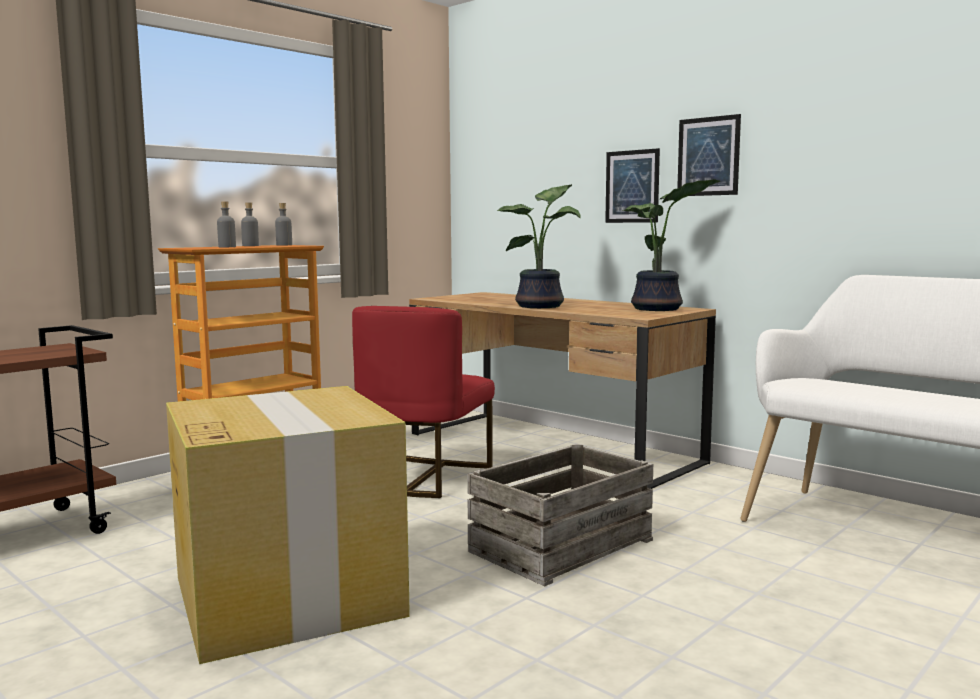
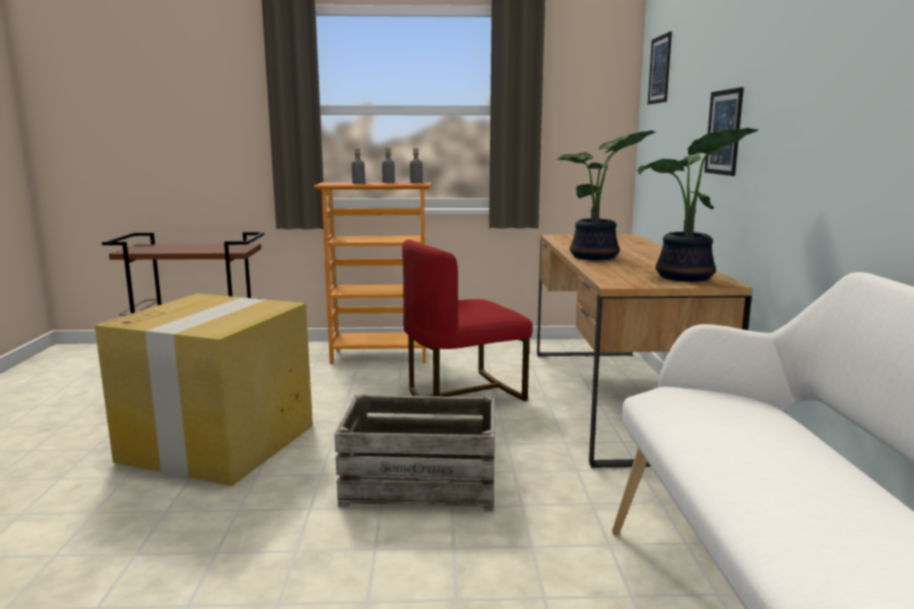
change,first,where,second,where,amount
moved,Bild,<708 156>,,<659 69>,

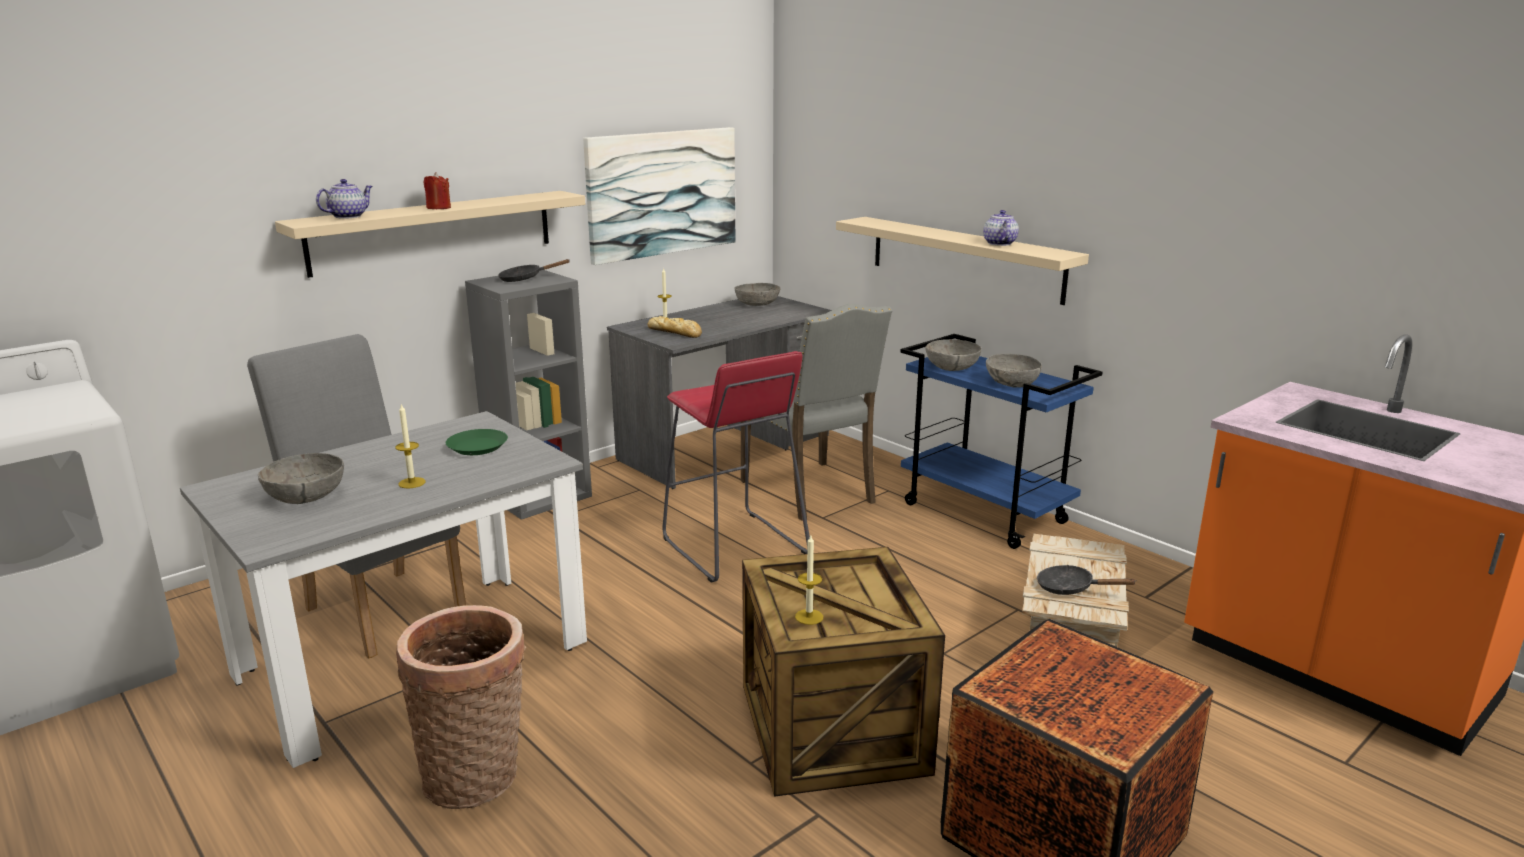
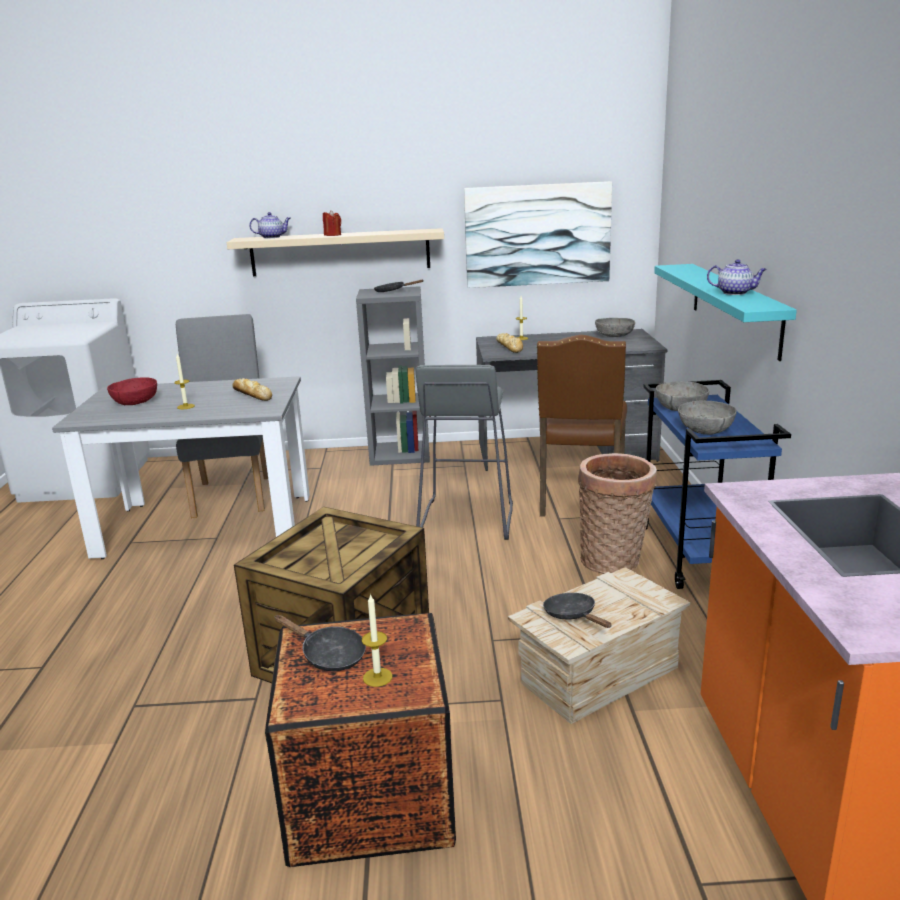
change,first,where,second,where,amount
recoloured,Schüssel/grau,<305 495>,Schüssel/rot,<135 402>,
moved,Korb,<477 775>,,<614 561>,
replaced,Teller/grün,<476 447>,Brot,<251 395>,
recoloured,Hocker/rot,<734 547>,Hocker/grau,<465 519>,
recoloured,Stuhl/grau,<811 492>,Stuhl/braun,<579 498>,
moved,Kerze,<809 617>,,<377 677>,
recoloured,Wandregal/beige,<964 258>,Wandregal/türkis,<734 307>,
turned,Teekanne,<999 243>,,<735 293>,75 degrees clockwise
added,,,Pfanne/schwarz,<328 655>,

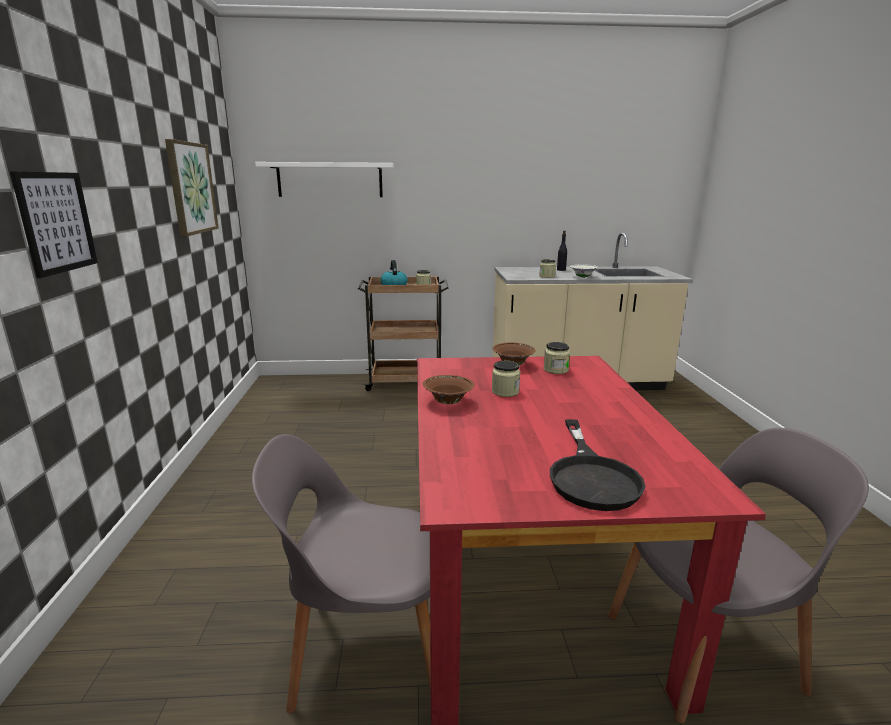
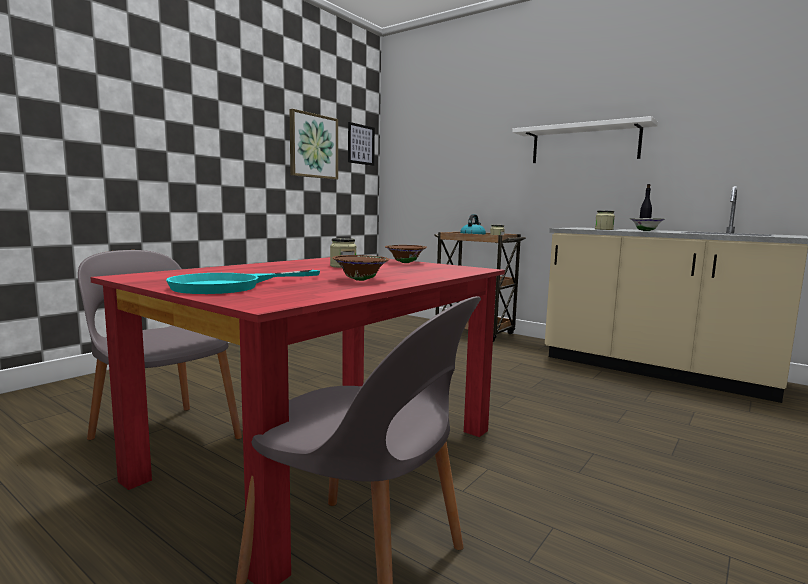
change,first,where,second,where,amount
moved,Bild,<56 222>,,<361 144>,
moved,Wandregal/weiß,<330 180>,,<584 144>,
moved,Schüssel/braun,<448 402>,,<360 280>,
removed,Vorratsglas,<555 370>,,,
recoloured,Pfanne/schwarz,<591 476>,Pfanne/türkis,<231 286>,

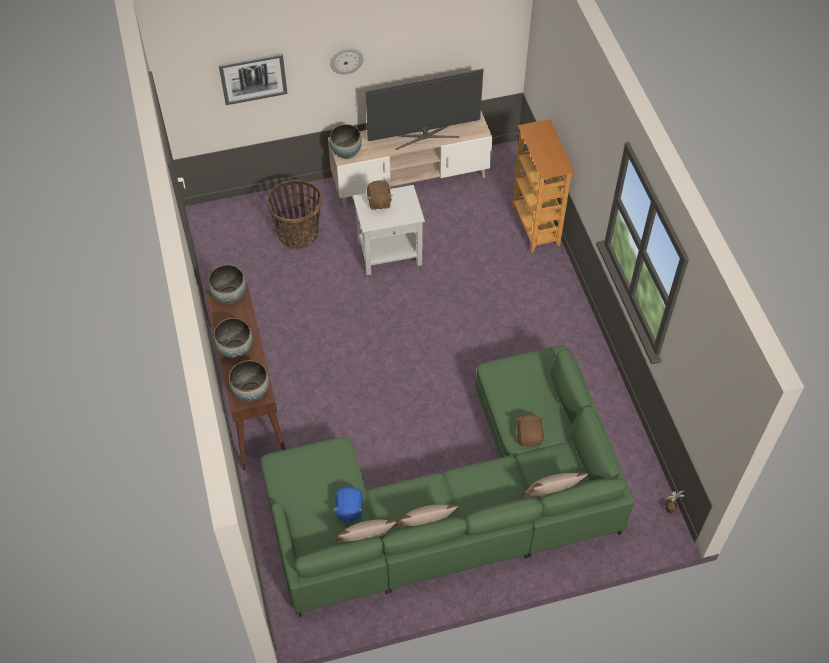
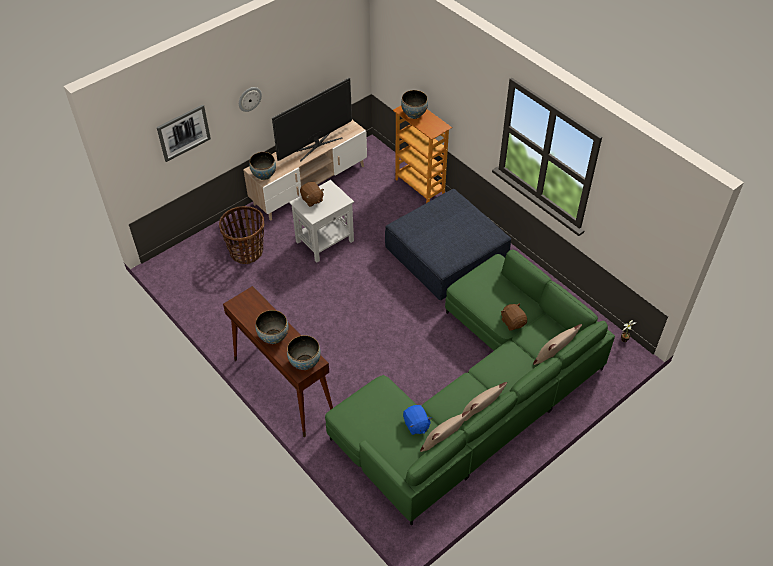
change,first,where,second,where,amount
moved,Schüssel,<229 296>,,<414 114>,
added,,,Polsterhocker/blau,<446 255>,

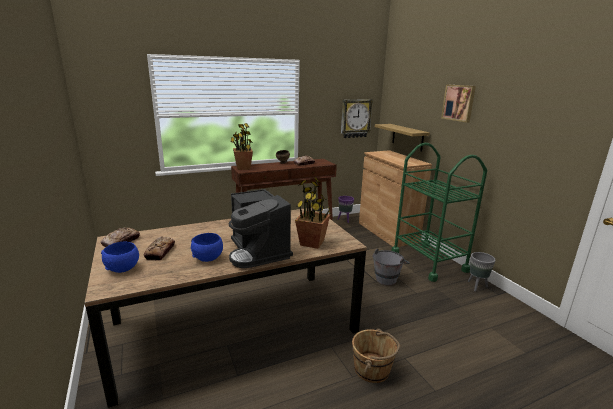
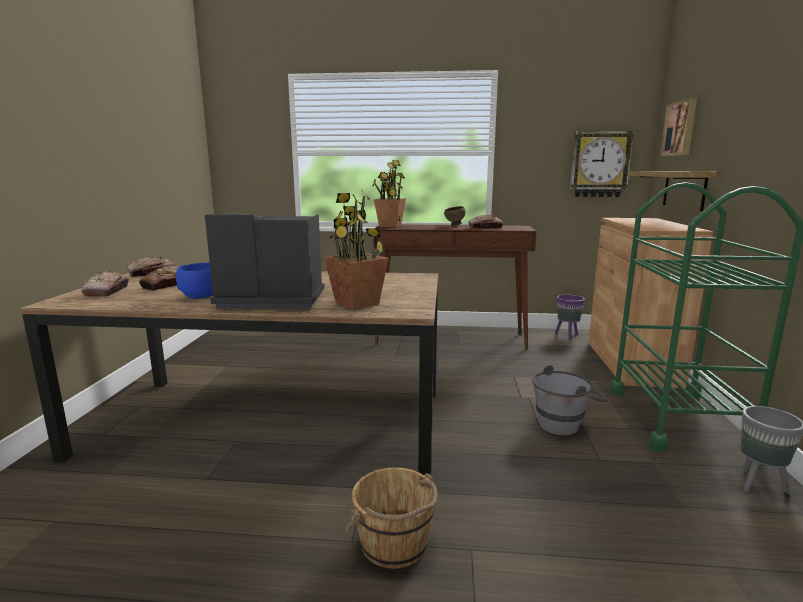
change,first,where,second,where,amount
replaced,Schüssel/blau,<123 268>,Brot,<107 291>,
turned,Kaffeemaschine,<258 252>,,<269 300>,90 degrees clockwise
moved,Bild,<459 102>,,<680 128>,

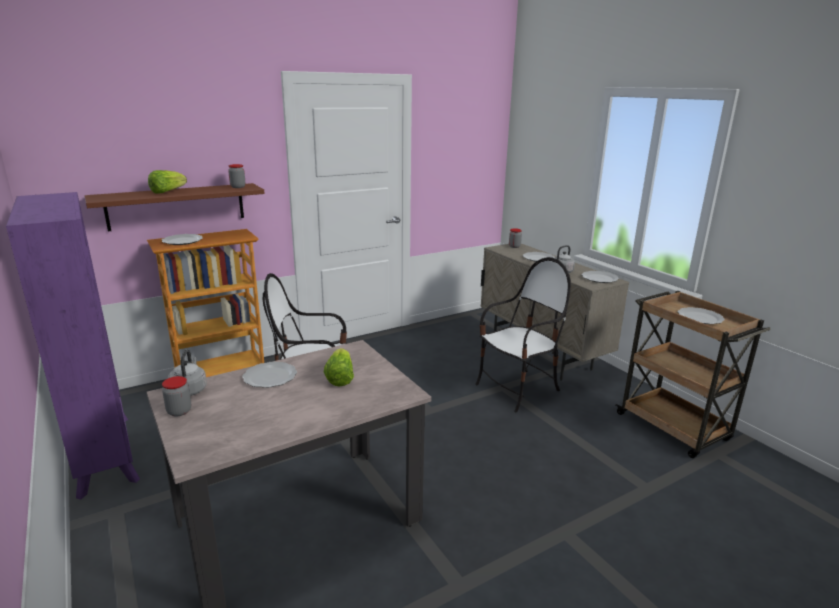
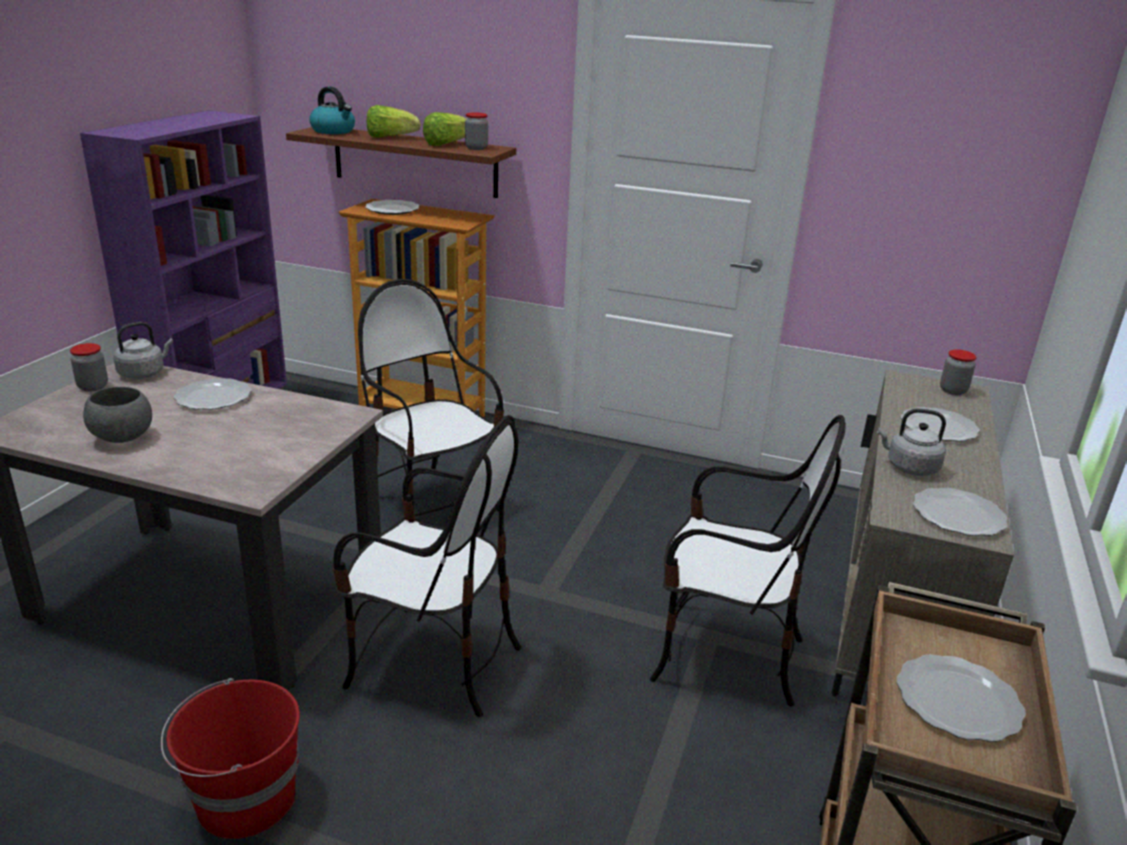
change,first,where,second,where,amount
moved,Salatkopf,<340 378>,,<446 144>,
added,,,Schüssel/grau,<122 438>,
added,,,Eimer/rot,<243 800>,
added,,,Wasserkessel,<334 131>,
added,,,Stuhl,<433 663>,

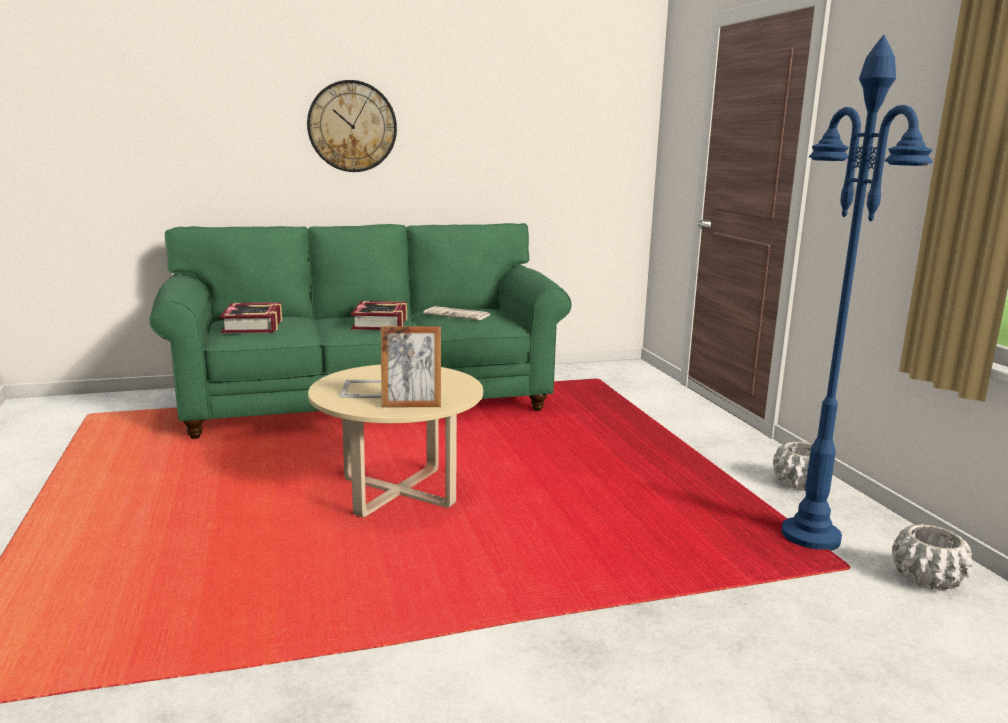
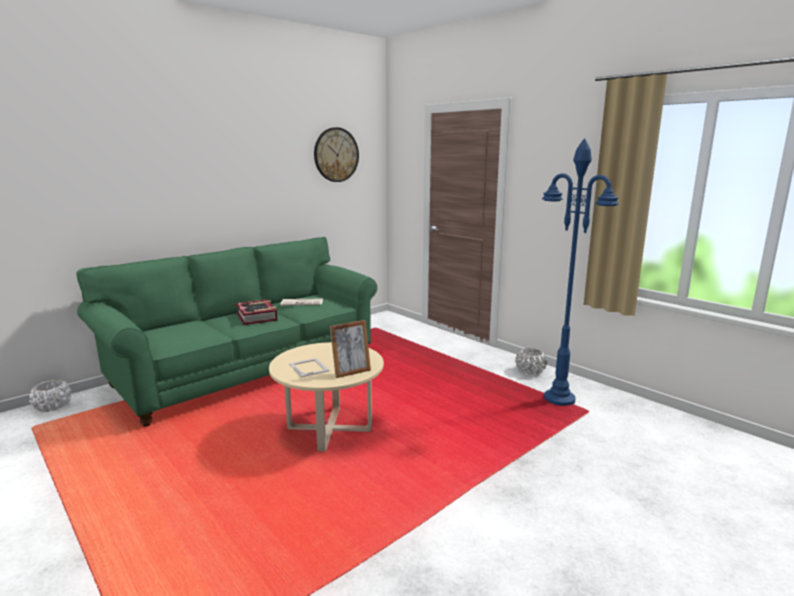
change,first,where,second,where,amount
removed,Buch,<253 325>,,,
moved,Wanduhr,<352 126>,,<336 155>,
moved,Pflanzkübel/weiß,<927 579>,,<53 407>,

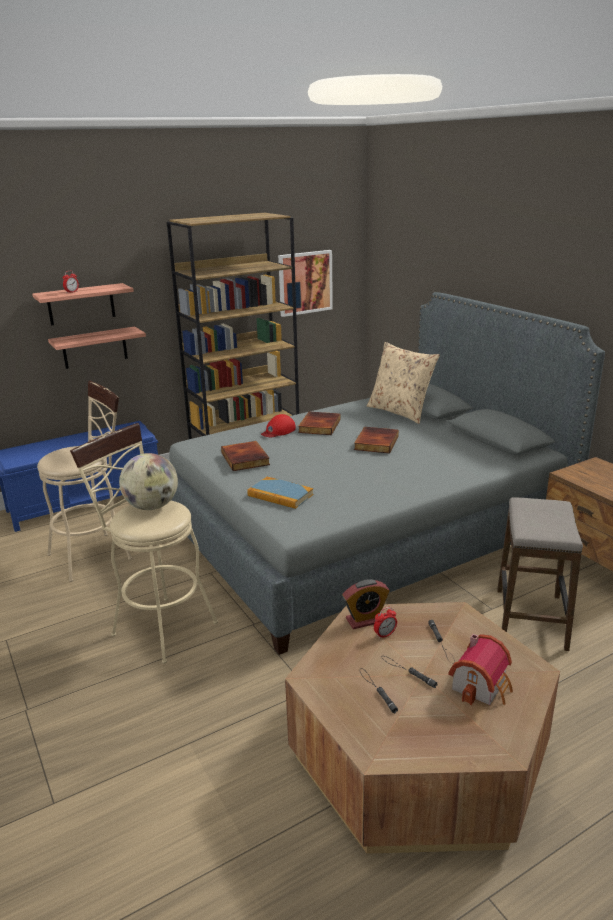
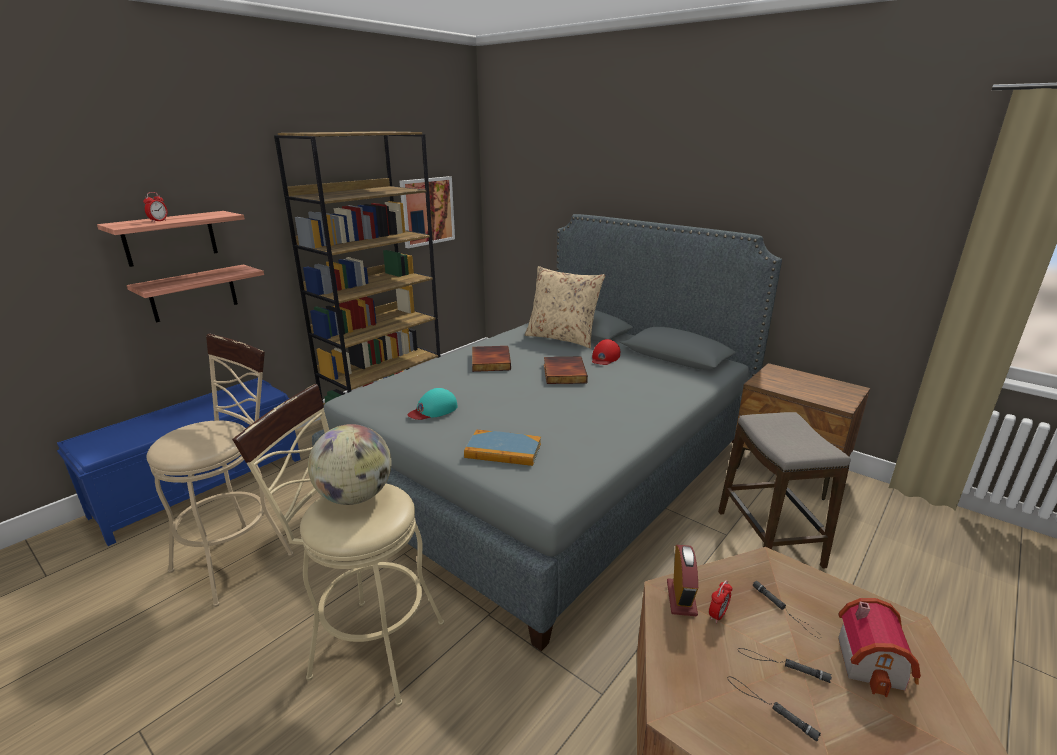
change,first,where,second,where,amount
replaced,Buch,<246 459>,Kappe/türkis,<433 410>,
moved,Kappe/rot,<278 431>,,<605 357>,
turned,Wecker,<365 620>,,<681 598>,45 degrees counterclockwise

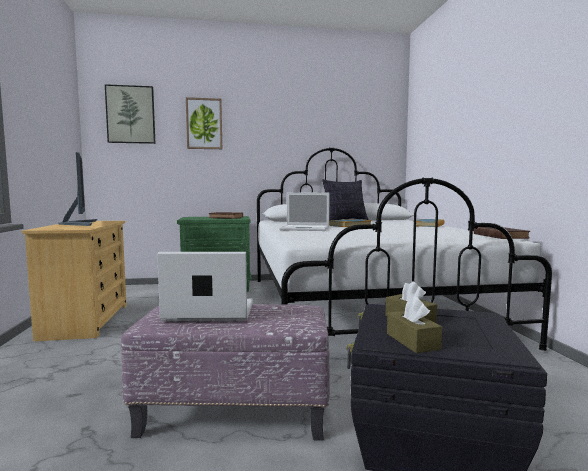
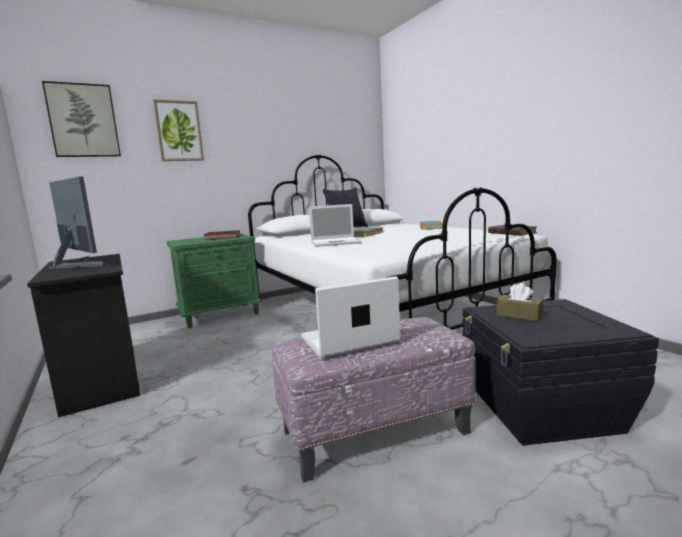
change,first,where,second,where,amount
recoloured,Kommode/beige,<86 321>,Kommode/schwarz,<102 379>,
removed,Taschentuchbox/braun,<412 341>,,,

